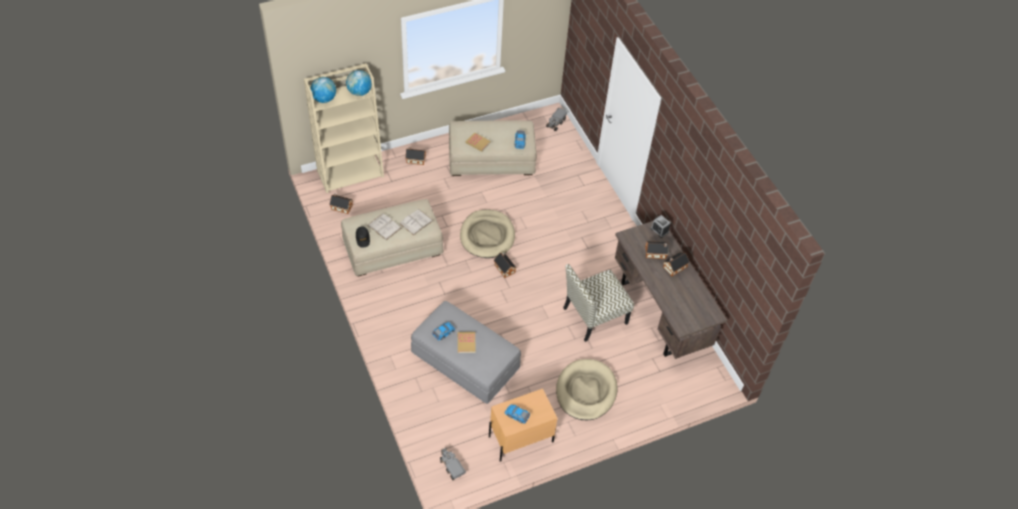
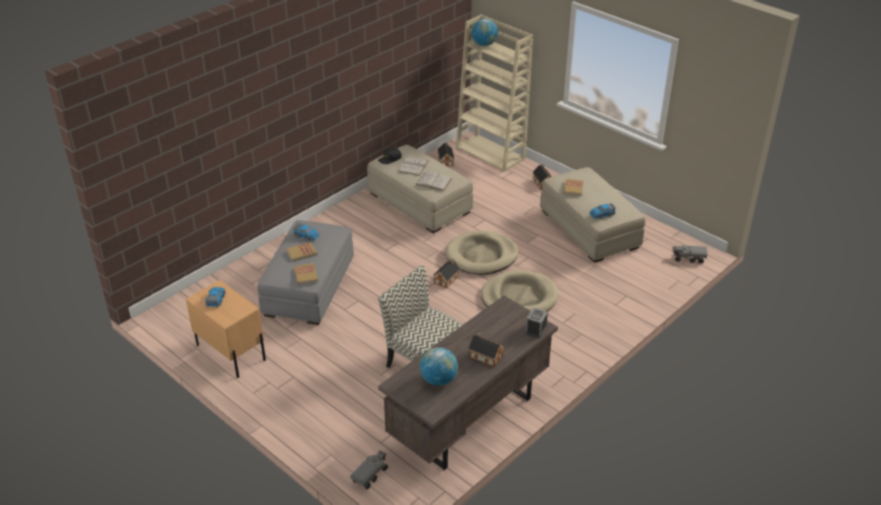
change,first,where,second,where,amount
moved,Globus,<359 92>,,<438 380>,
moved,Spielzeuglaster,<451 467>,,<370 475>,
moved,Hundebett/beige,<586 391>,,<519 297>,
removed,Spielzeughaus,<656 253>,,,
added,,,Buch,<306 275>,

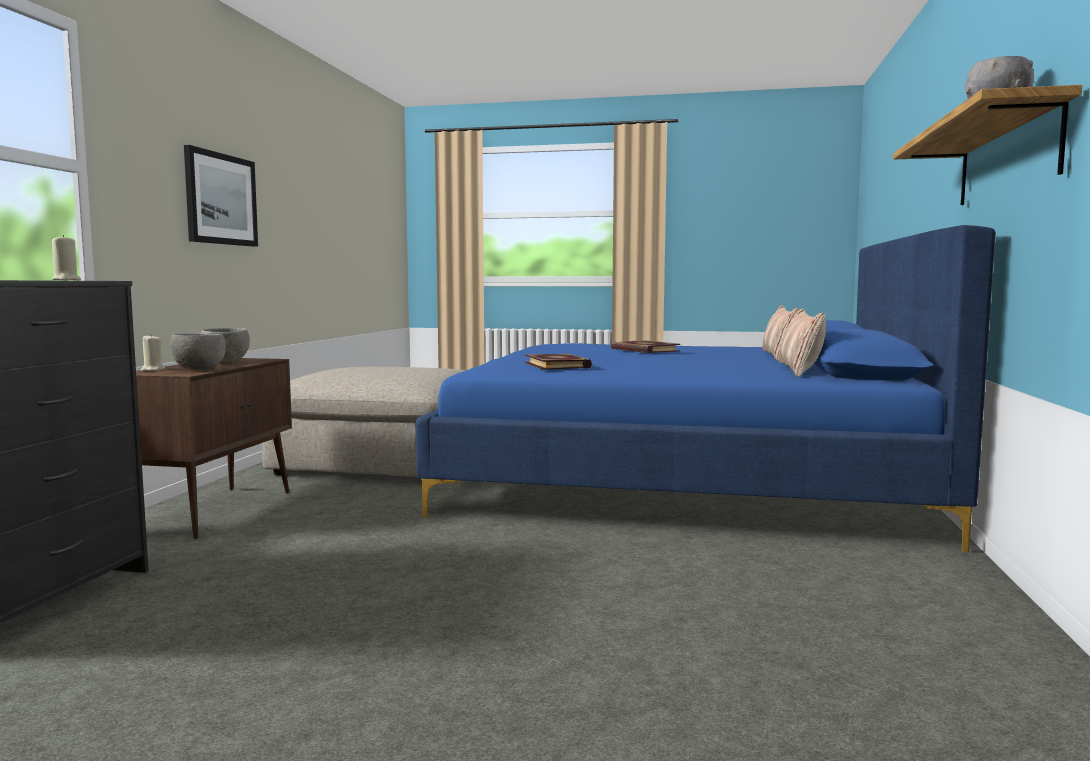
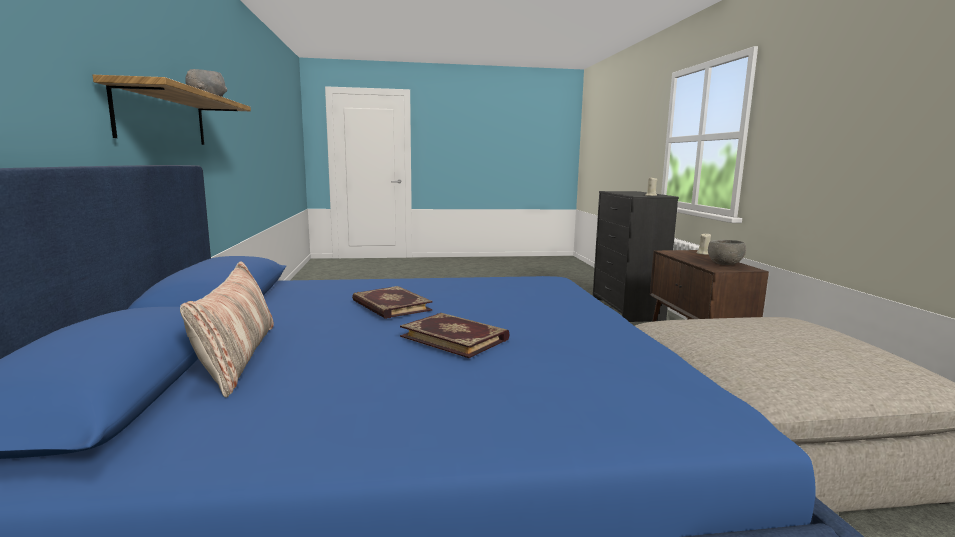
change,first,where,second,where,amount
removed,Schüssel/grau,<200 369>,,,
removed,Bild,<221 199>,,,
moved,Buch,<558 365>,,<390 306>,
removed,Kissen,<800 369>,,,

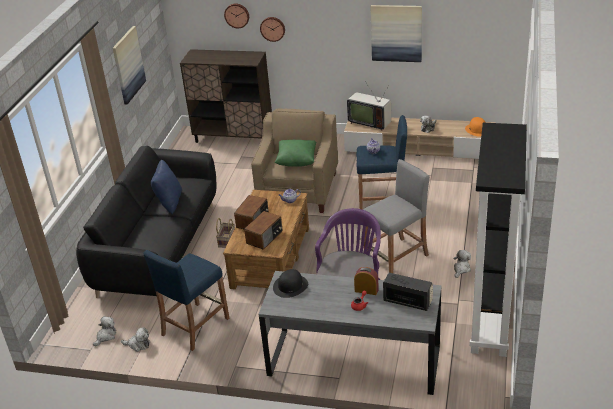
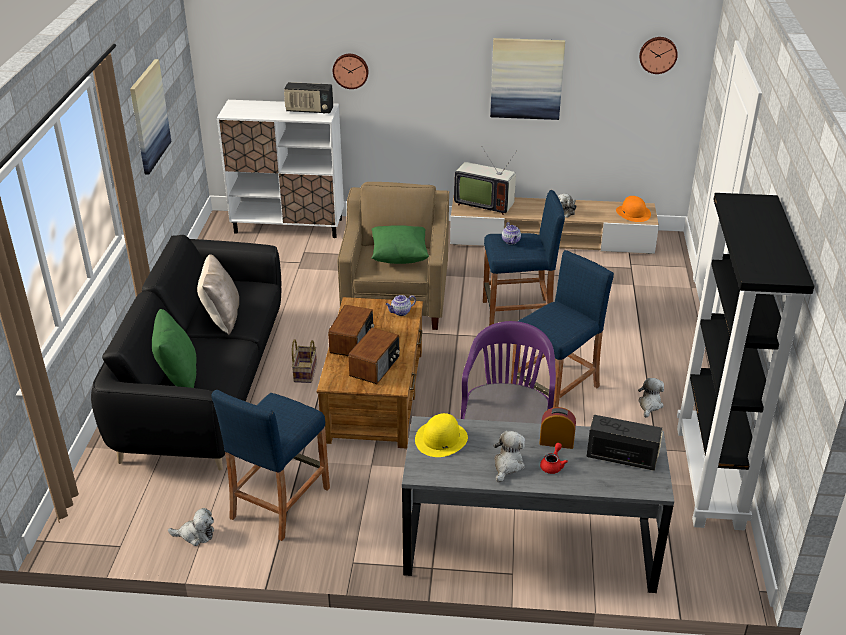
change,first,where,second,where,amount
moved,Plüschtier,<106 336>,,<507 465>,
recoloured,Kissen/blau,<169 202>,Kissen/beige,<221 317>,
recoloured,Schrank/braun,<234 137>,Schrank/weiß,<289 226>,
moved,Wanduhr,<237 15>,,<658 54>,
recoloured,Hut/schwarz,<290 286>,Hut/gelb,<441 439>,
recoloured,Hocker/grau,<396 257>,Hocker/blau,<555 390>,
added,,,Kissen/grün,<178 376>,
added,,,Radio,<309 110>,

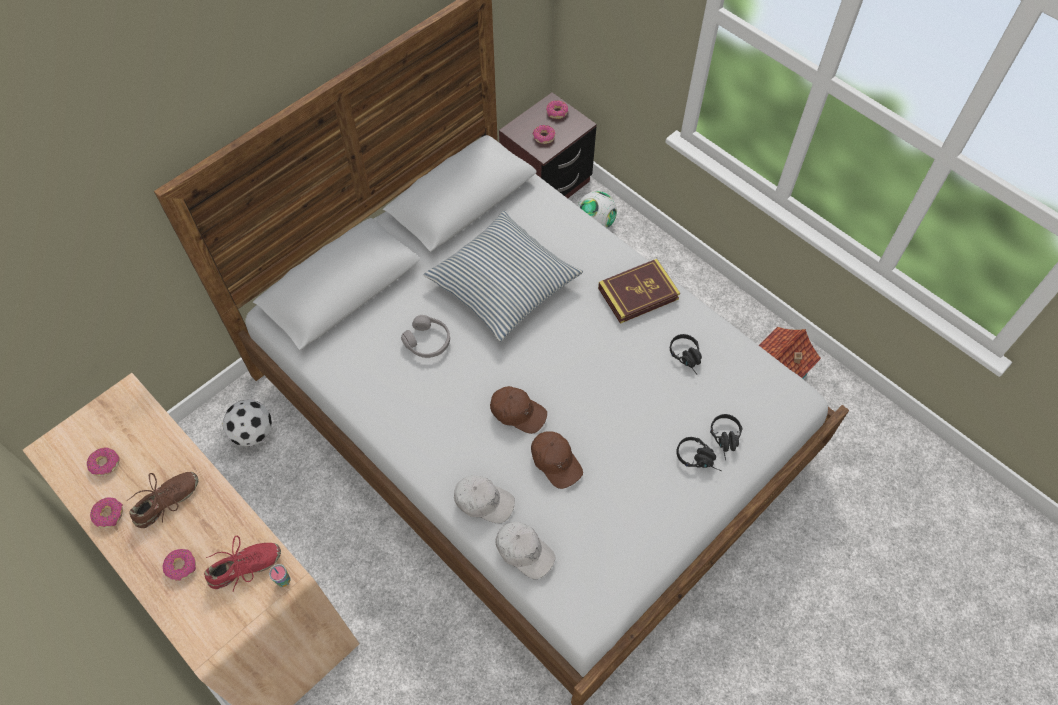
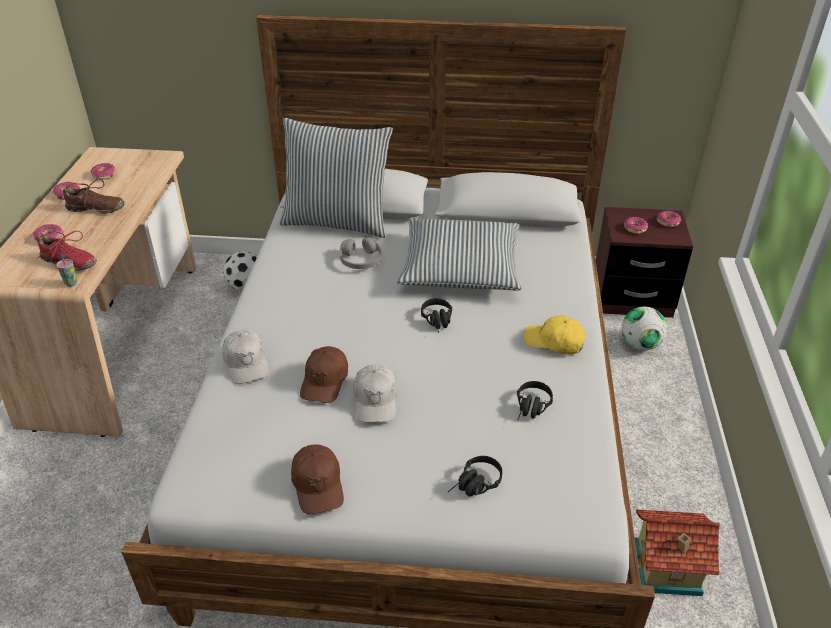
change,first,where,second,where,amount
moved,Kappe/braun,<518 412>,,<318 485>,
moved,Kappe/weiß,<524 551>,,<375 400>,
replaced,Buch,<638 293>,Kappe/gelb,<554 342>,
moved,Kopfhörer/schwarz,<699 459>,,<438 322>,
added,,,Kissen,<337 221>,

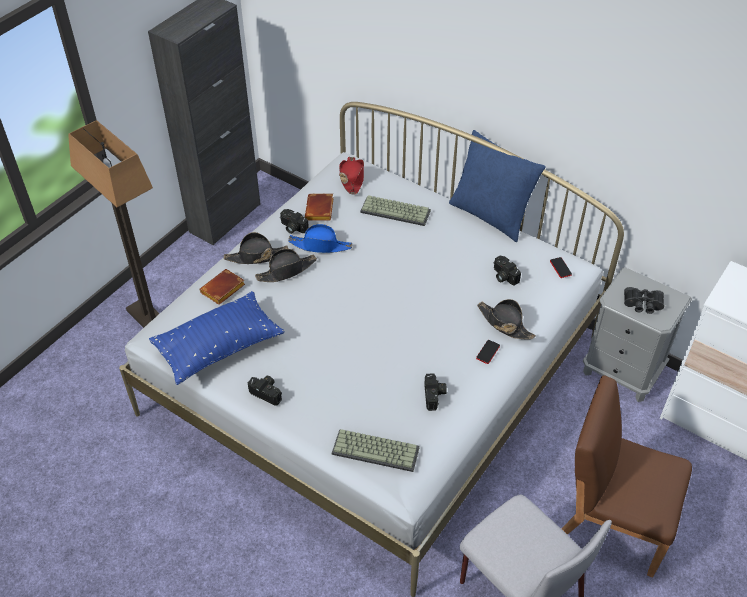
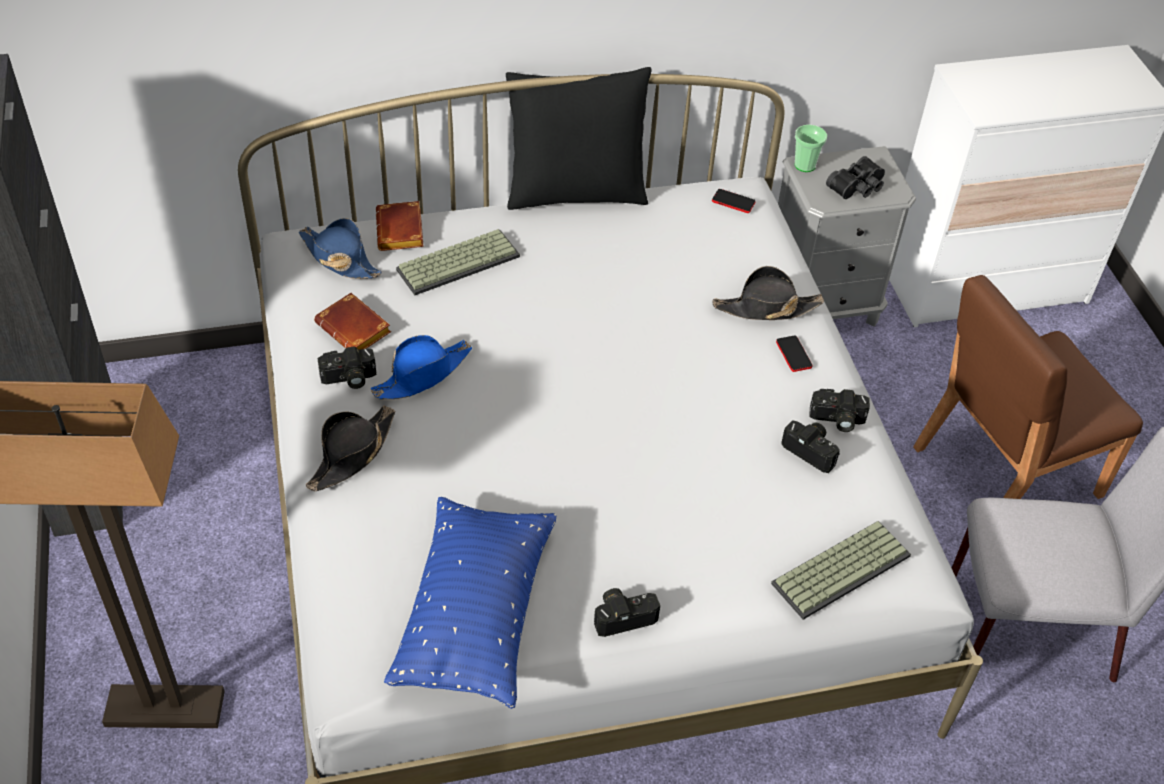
change,first,where,second,where,amount
moved,Buch/braun,<223 290>,,<402 232>,
removed,Hut/schwarz,<286 270>,,,
recoloured,Hut/rot,<352 178>,Hut/blau,<339 258>,
recoloured,Kissen/blau,<491 215>,Kissen/schwarz,<575 191>,
moved,Kamera,<503 276>,,<837 420>,
added,,,Tasse,<805 165>,

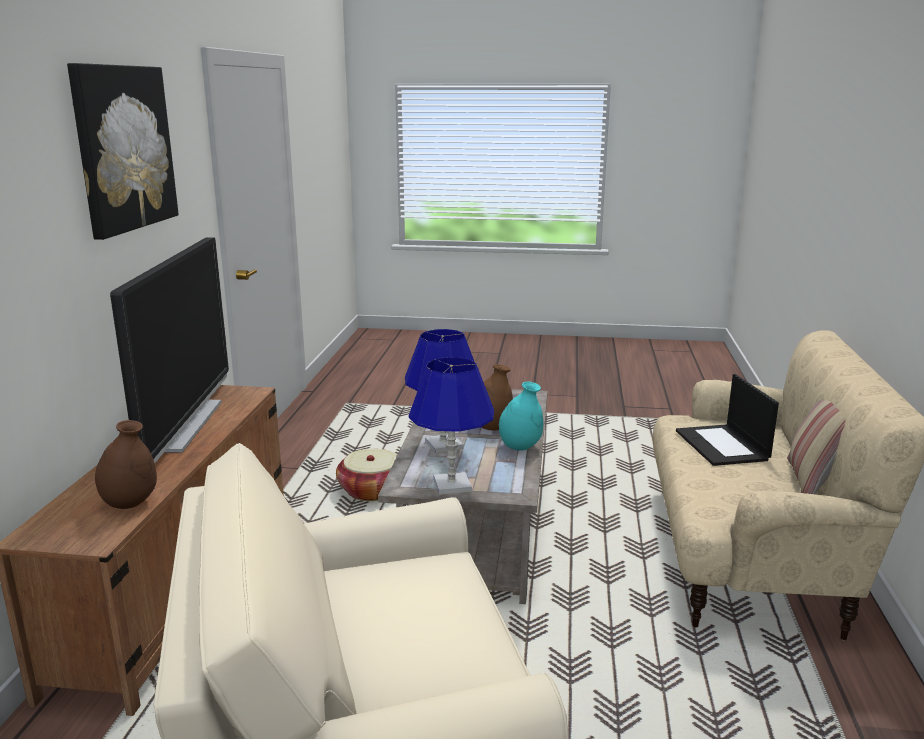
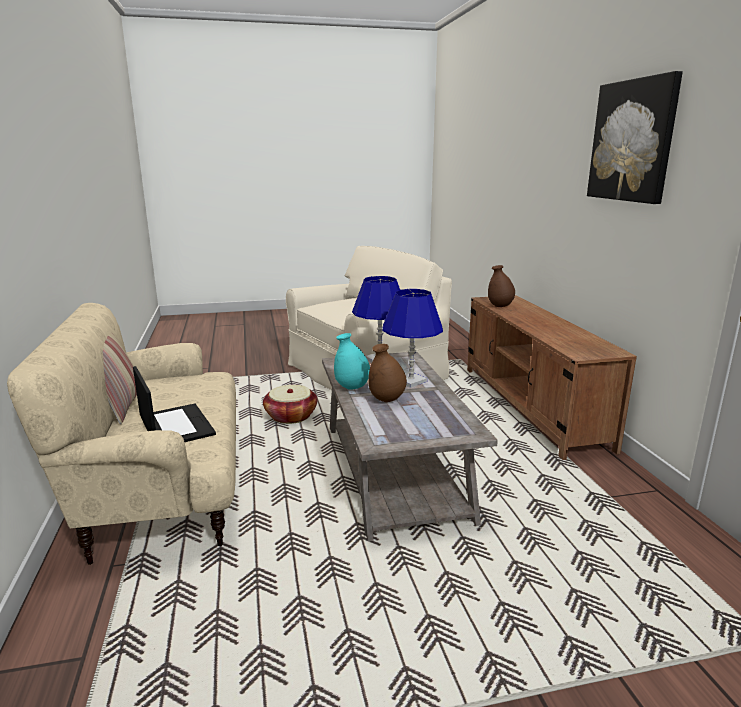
change,first,where,second,where,amount
removed,Fernseher,<183 425>,,,
moved,Korb,<372 491>,,<291 416>,

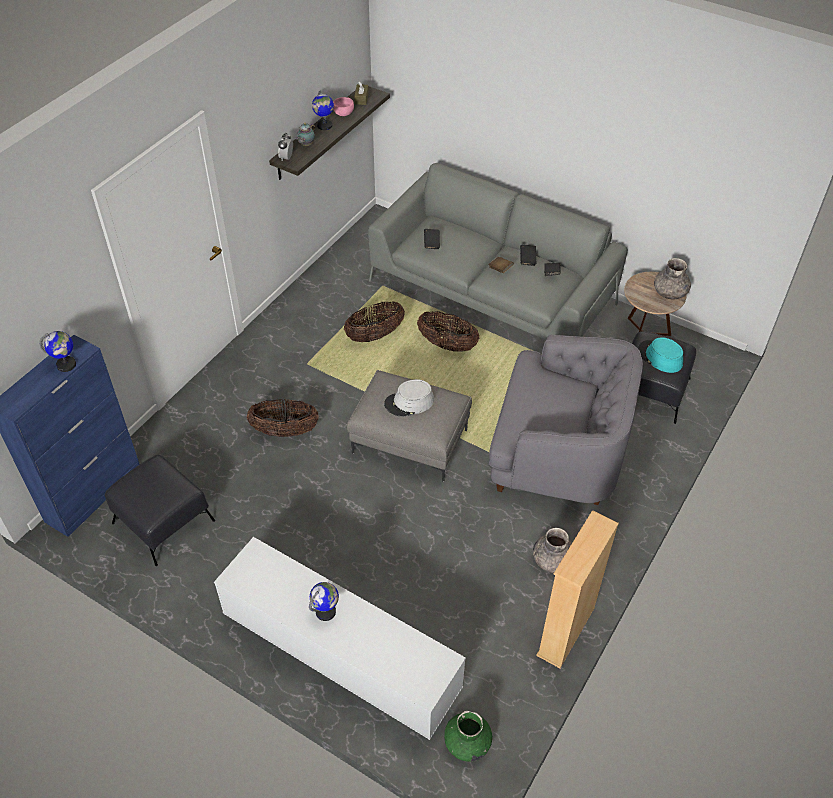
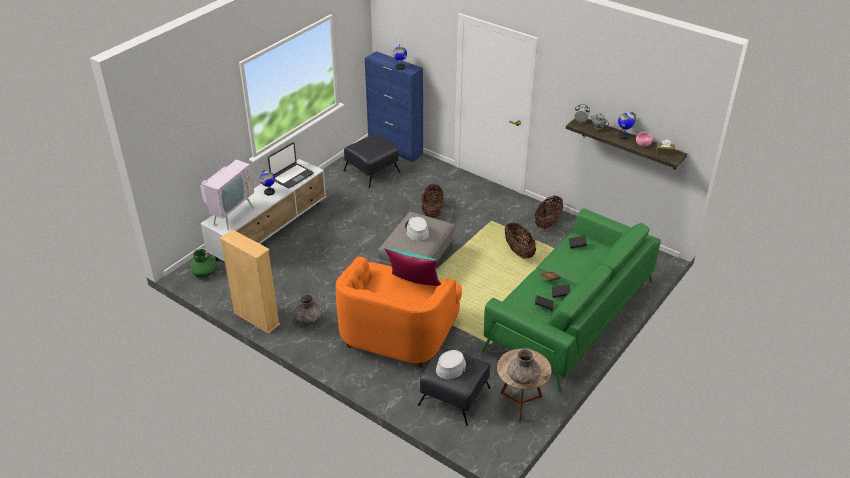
change,first,where,second,where,amount
recoloured,Sofa/grau,<492 292>,Sofa/grün,<570 315>,
moved,Korb,<447 345>,,<547 223>,
recoloured,Sessel/grau,<557 451>,Sessel/orange,<398 333>,
recoloured,Hut/türkis,<660 357>,Hut/grau,<453 366>,
added,,,Fernseher,<230 215>,
added,,,Laptop,<291 176>,
added,,,Kissen/türkis,<413 285>,

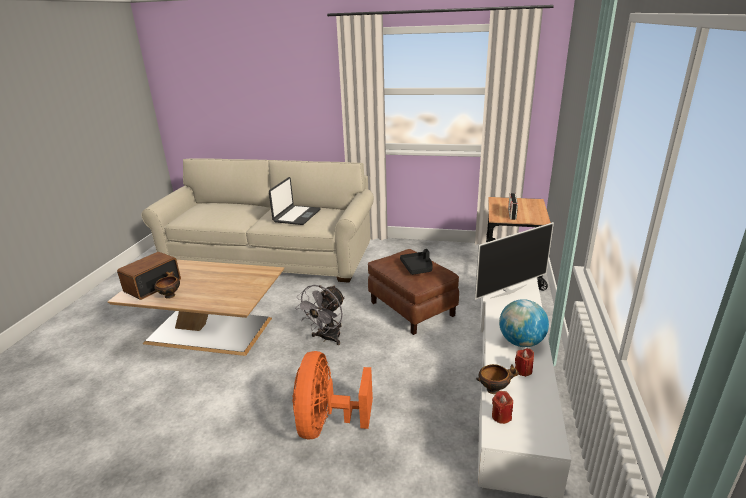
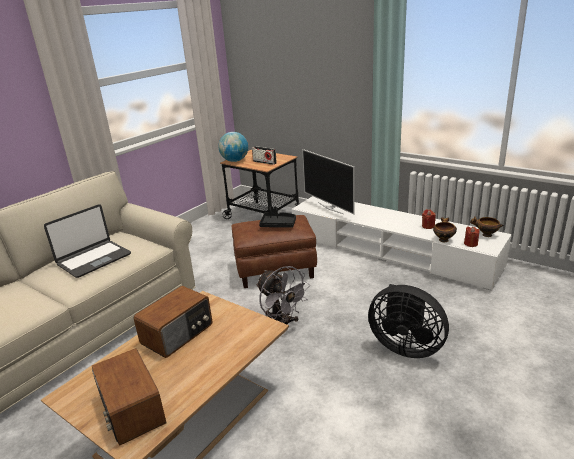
change,first,where,second,where,amount
moved,Schüssel,<170 295>,,<486 235>,
turned,Laptop,<296 216>,,<93 259>,90 degrees clockwise
recoloured,Ventilator/orange,<327 423>,Ventilator/schwarz,<405 346>,
turned,Fernseher,<508 291>,,<330 208>,150 degrees clockwise
moved,Globus,<521 342>,,<235 161>,
added,,,Radio,<178 334>,

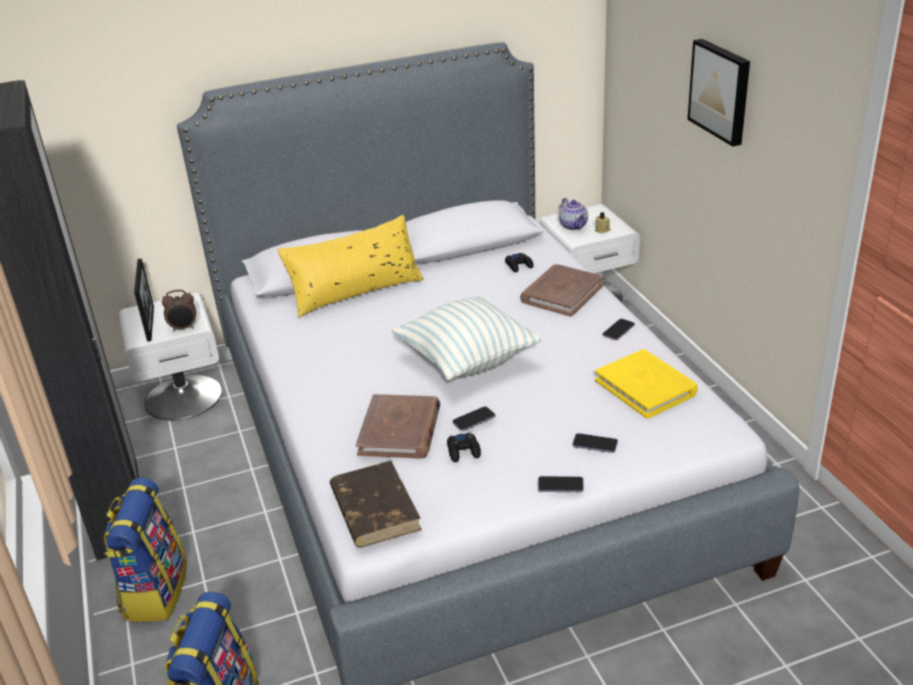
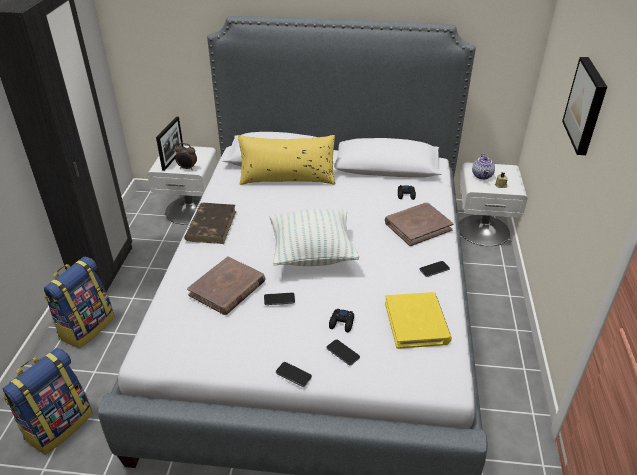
change,first,where,second,where,amount
moved,Buch/braun,<374 508>,,<211 225>,
moved,Gamepad/schwarz,<463 451>,,<342 323>,

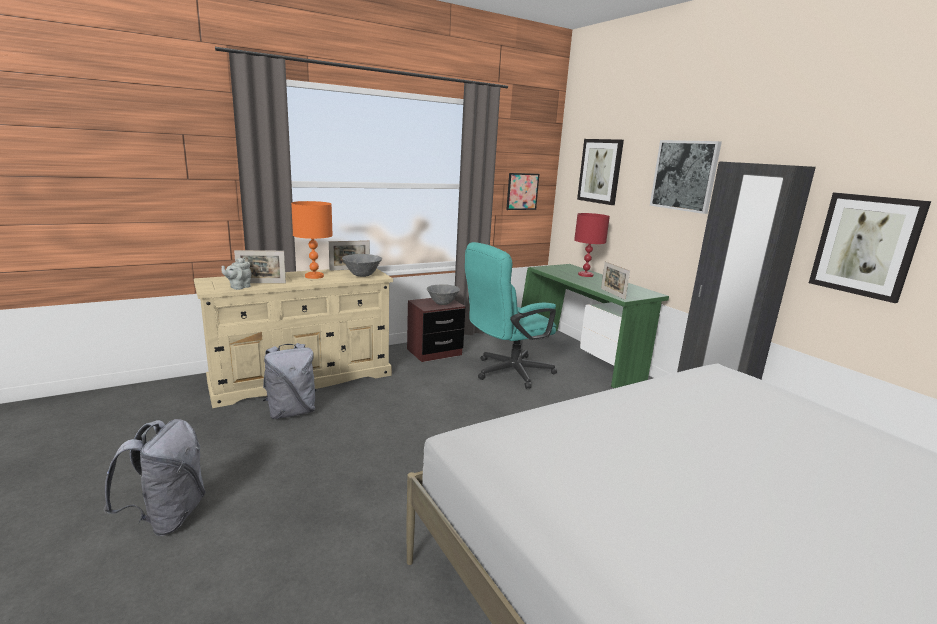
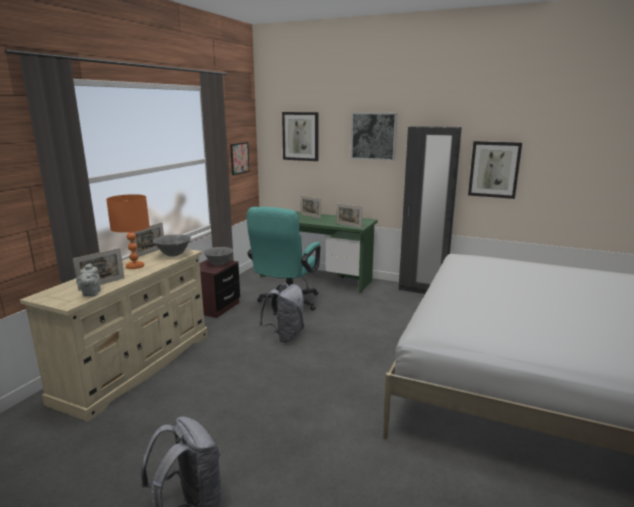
change,first,where,second,where,amount
moved,Rucksack/grau,<291 412>,,<285 335>,
replaced,Tischlampe/rot,<585 275>,Bilderrahmen,<310 216>,

